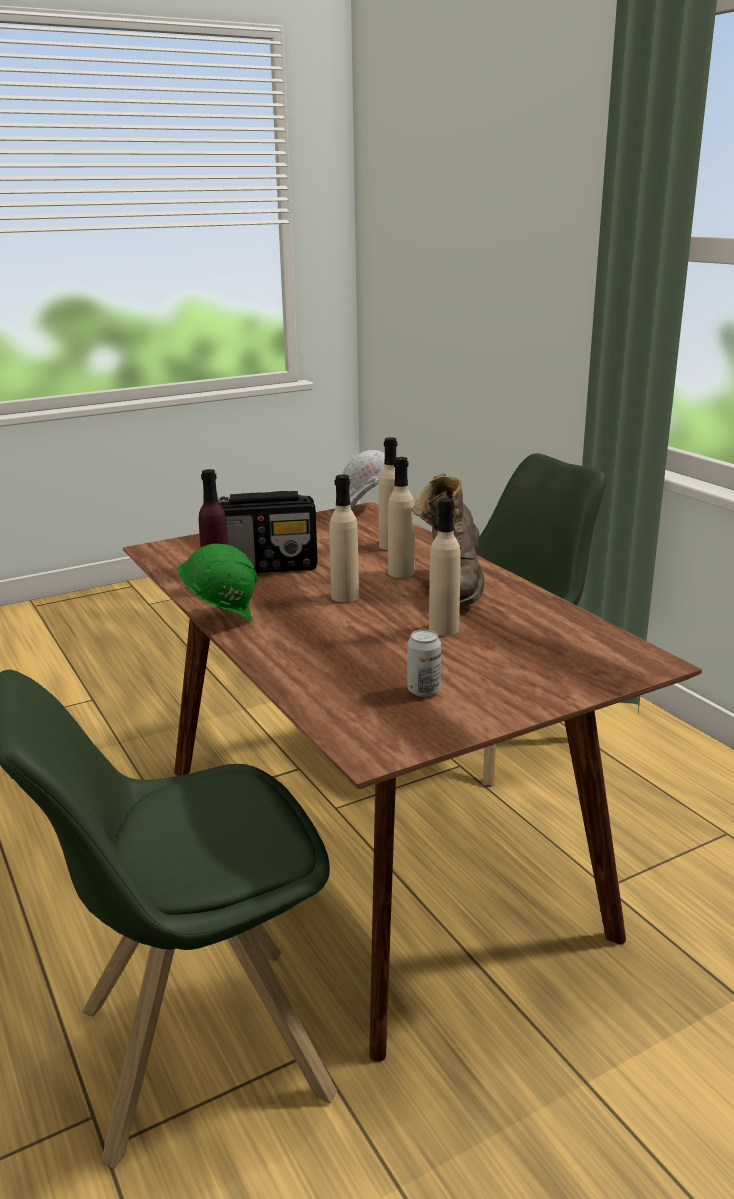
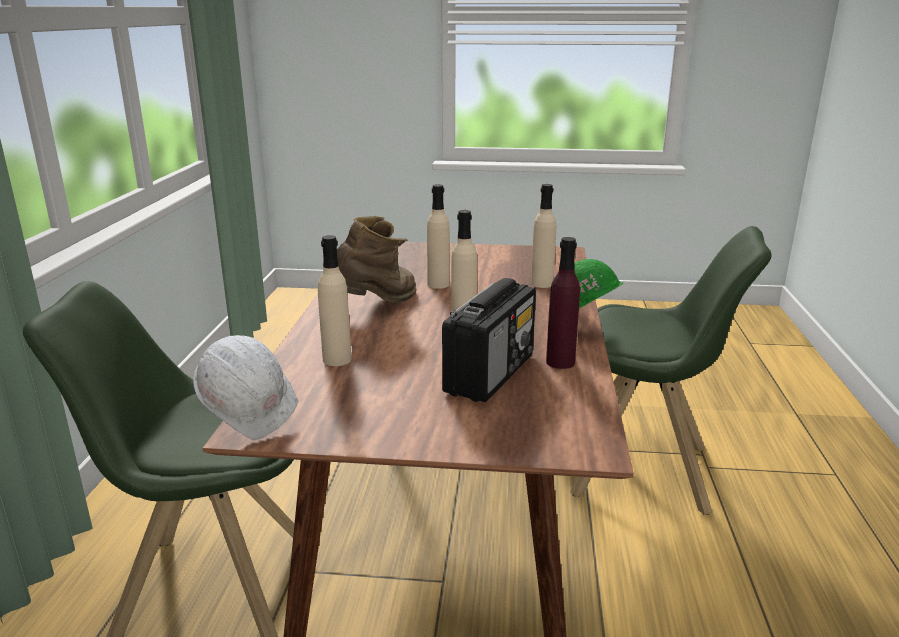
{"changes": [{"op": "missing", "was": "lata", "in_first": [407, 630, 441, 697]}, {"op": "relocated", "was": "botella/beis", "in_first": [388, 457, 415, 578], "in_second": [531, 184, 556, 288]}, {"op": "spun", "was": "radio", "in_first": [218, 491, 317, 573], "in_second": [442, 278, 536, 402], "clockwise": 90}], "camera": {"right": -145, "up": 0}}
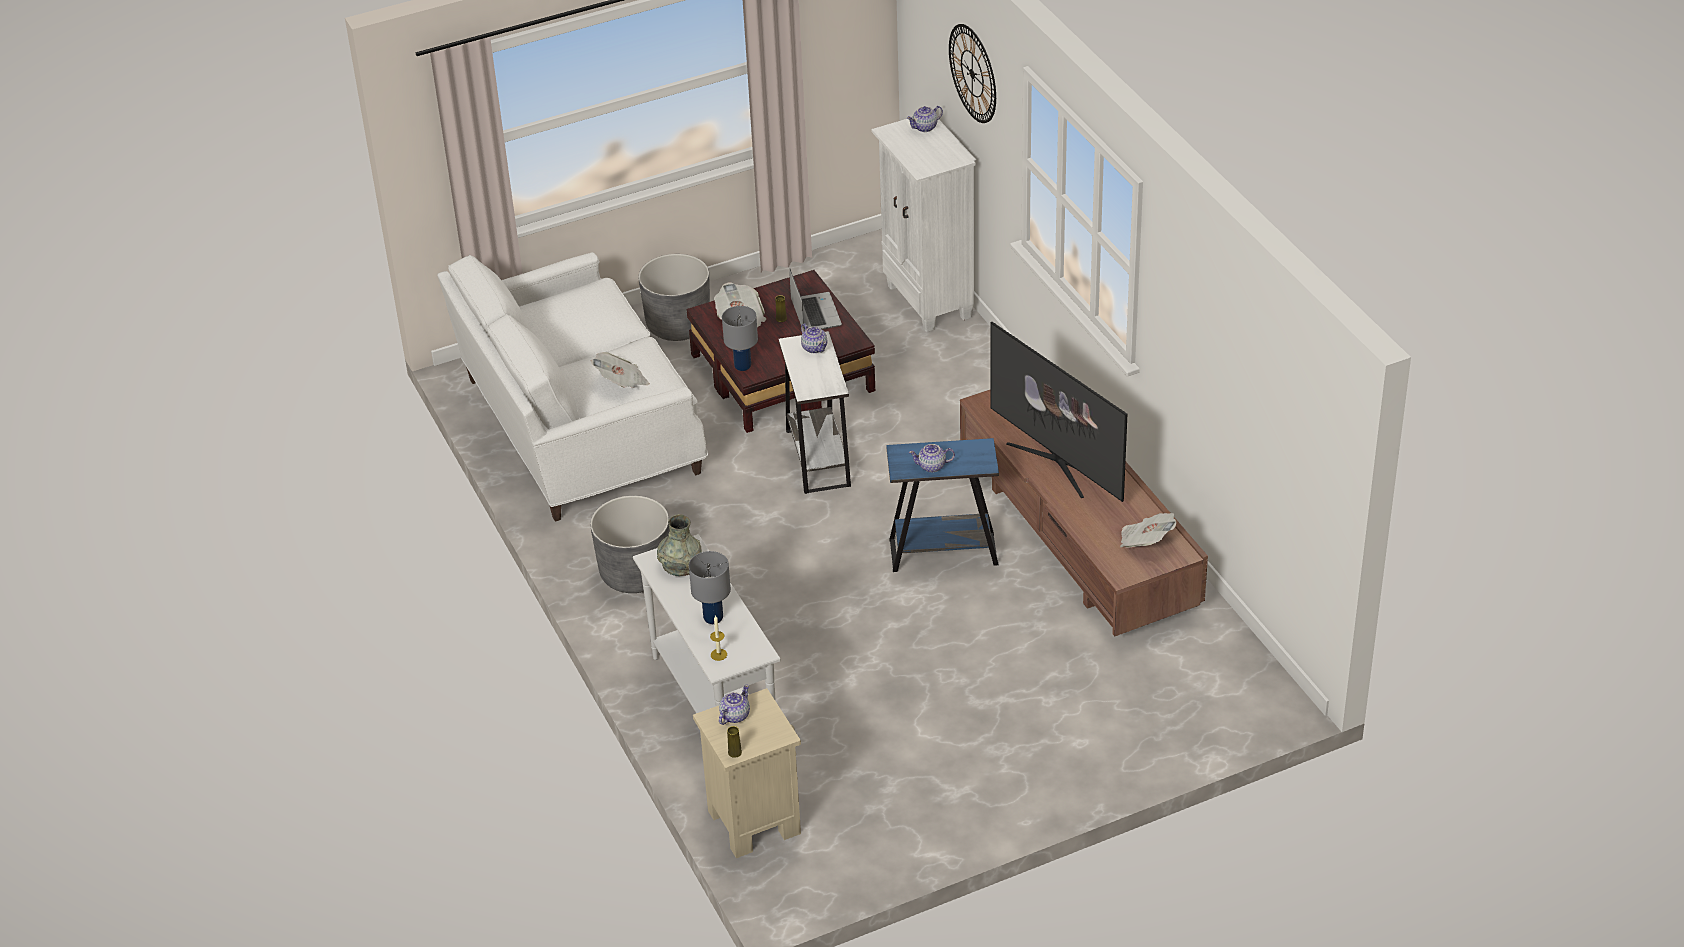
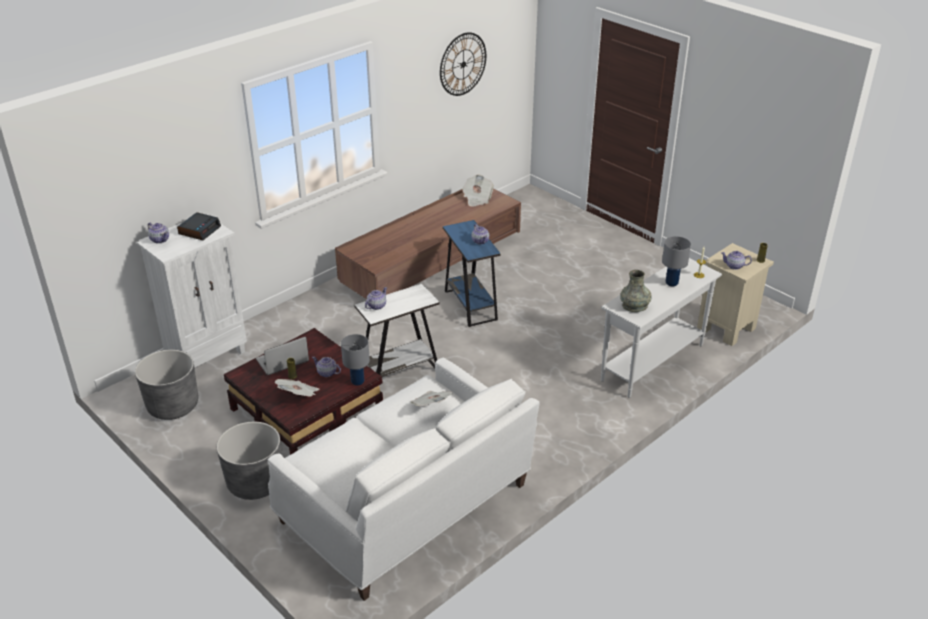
{"changes": [{"op": "missing", "was": "televisor", "in_first": [991, 322, 1127, 502]}, {"op": "appeared", "now": "despertador", "in_second": [177, 212, 221, 240]}, {"op": "appeared", "now": "tetera", "in_second": [312, 356, 341, 377]}, {"op": "relocated", "was": "maceta/gris", "in_first": [590, 496, 670, 593], "in_second": [135, 350, 198, 420]}, {"op": "relocated", "was": "reloj de pared", "in_first": [949, 24, 996, 123], "in_second": [440, 32, 486, 96]}], "camera": {"right": -110, "up": -5}}
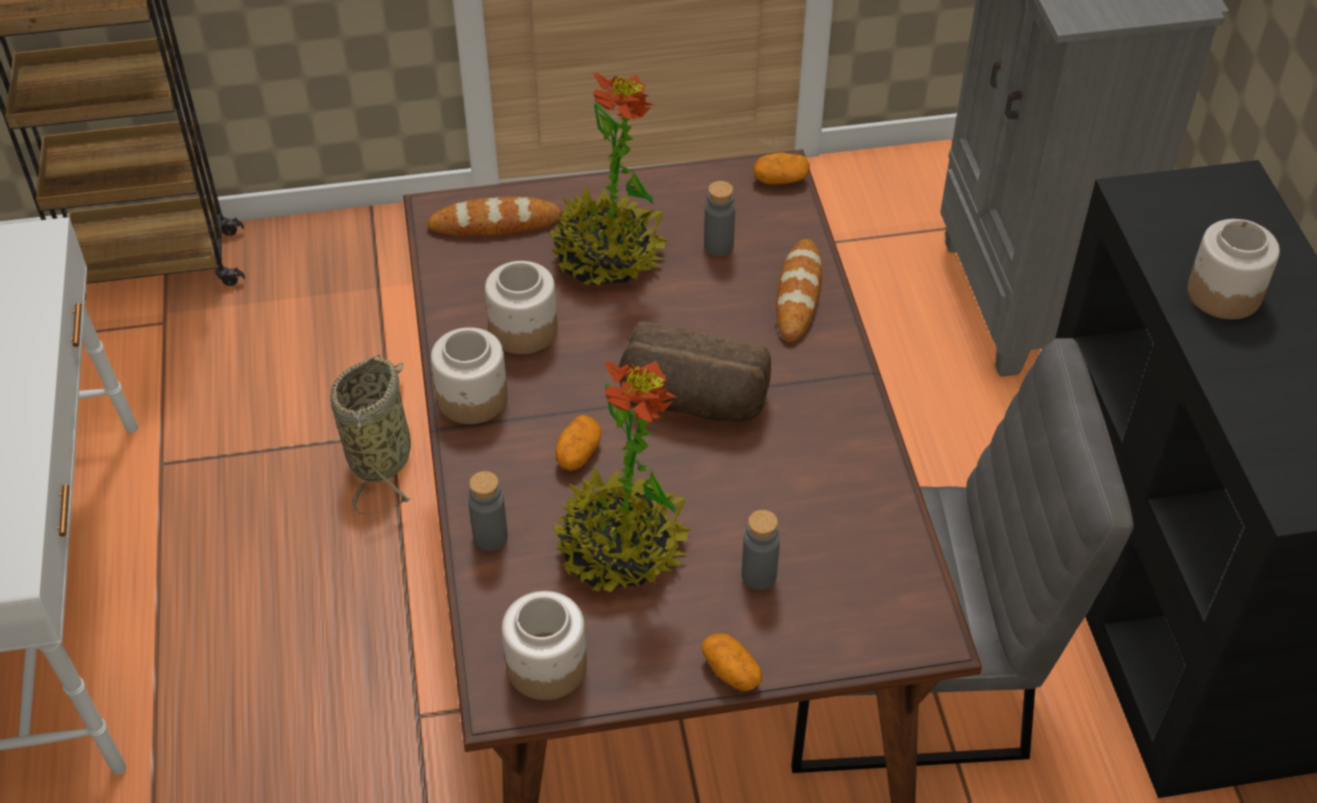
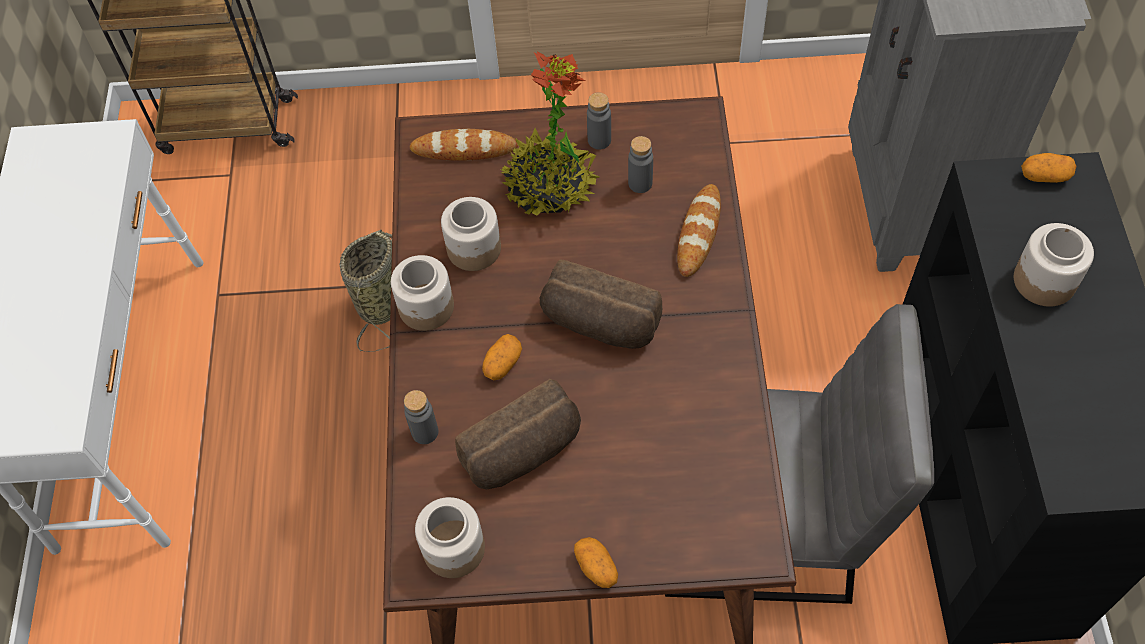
{"changes": [{"op": "relocated", "was": "botella/gris", "in_first": [742, 510, 780, 590], "in_second": [587, 92, 611, 149]}, {"op": "relocated", "was": "patata", "in_first": [753, 152, 810, 185], "in_second": [1021, 153, 1076, 183]}, {"op": "exchanged", "was": "planta en maceta", "now": "pan", "in_first": [552, 361, 692, 592], "in_second": [455, 379, 581, 489]}], "camera": {"right": 10, "up": 10}}
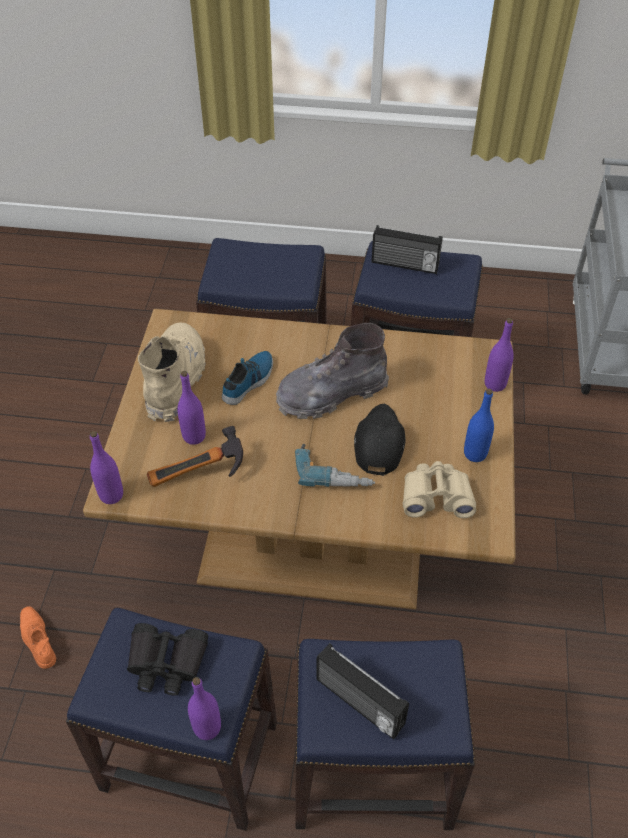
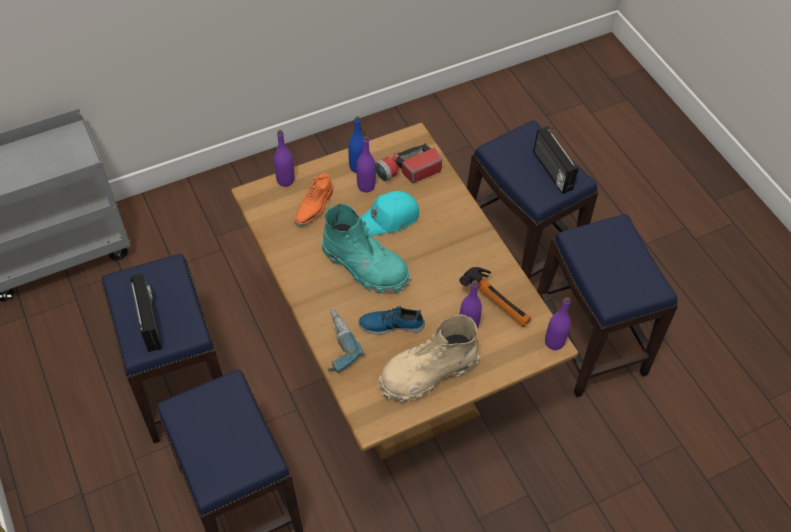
{"changes": [{"op": "missing", "was": "prismáticos/negro", "in_first": [127, 623, 208, 696]}, {"op": "relocated", "was": "zapato/naranja", "in_first": [20, 606, 56, 669], "in_second": [294, 173, 333, 226]}, {"op": "relocated", "was": "botella/morado", "in_first": [188, 677, 221, 740], "in_second": [357, 136, 376, 192]}, {"op": "relocated", "was": "taladro", "in_first": [295, 444, 375, 487], "in_second": [328, 309, 364, 373]}, {"op": "exchanged", "was": "prismáticos/beis", "now": "linterna", "in_first": [403, 461, 476, 518], "in_second": [375, 143, 442, 183]}, {"op": "colour", "was": "bota/gris", "now": "bota/turquesa", "in_first": [276, 323, 389, 419], "in_second": [322, 204, 410, 294]}, {"op": "colour", "was": "gorra/negro", "now": "gorra/turquesa", "in_first": [354, 404, 406, 476], "in_second": [361, 191, 419, 236]}, {"op": "spun", "was": "radio", "in_first": [317, 643, 409, 740], "in_second": [533, 126, 578, 194], "clockwise": 150}], "camera": {"right": -125, "up": 5}}
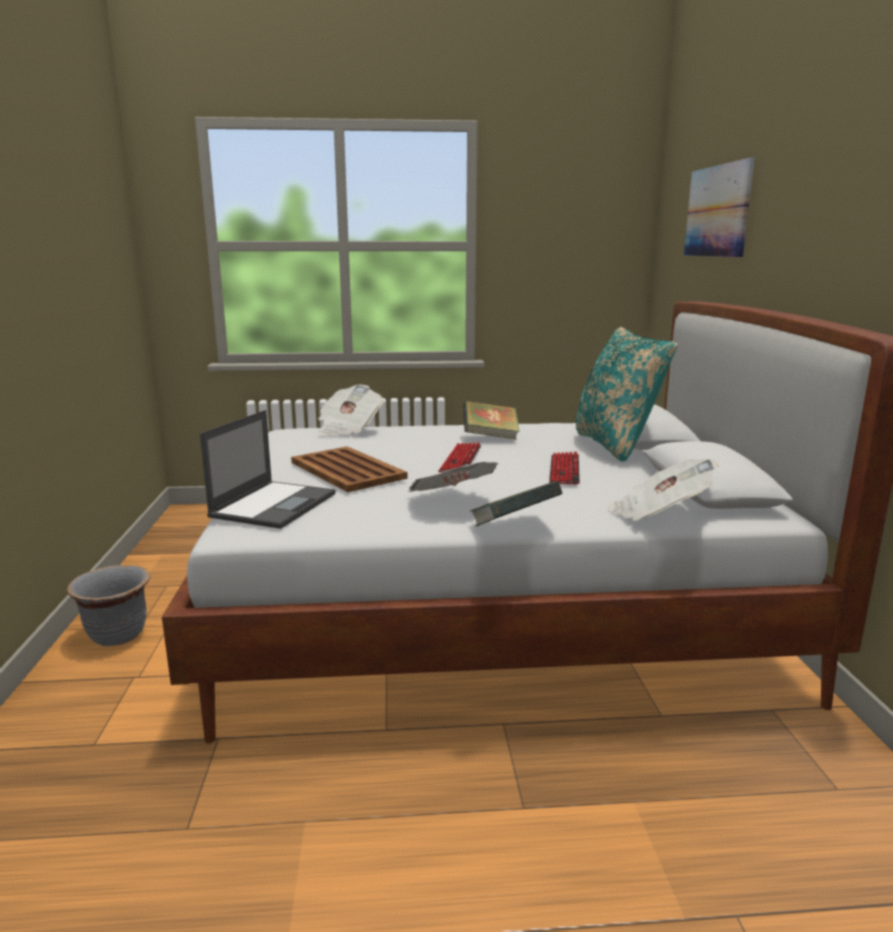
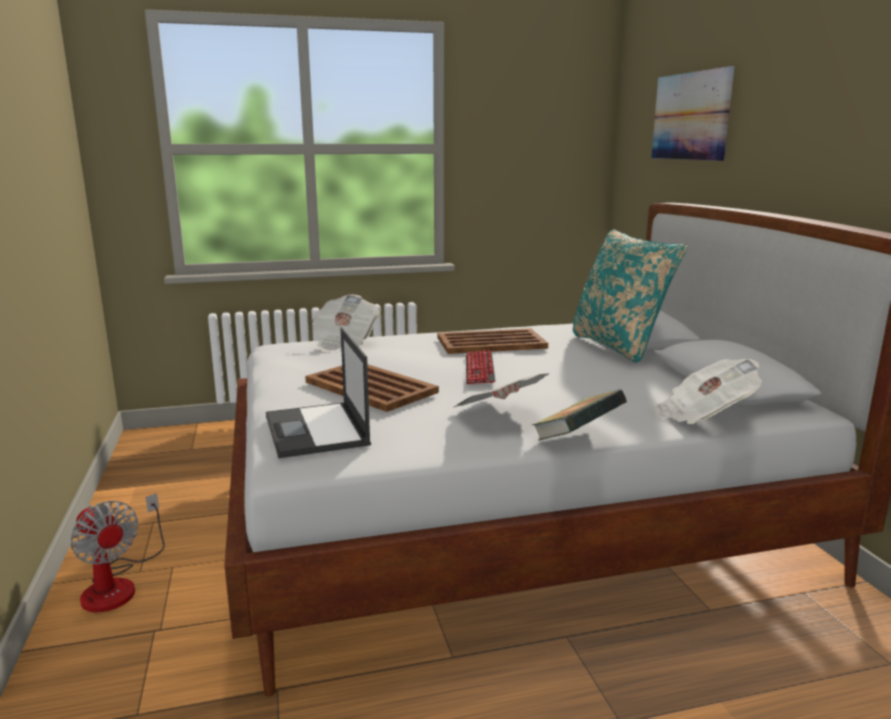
{"changes": [{"op": "missing", "was": "teclado", "in_first": [549, 451, 580, 485]}, {"op": "exchanged", "was": "maceta/gris", "now": "ventilador", "in_first": [67, 565, 150, 646], "in_second": [70, 493, 165, 612]}, {"op": "exchanged", "was": "libro", "now": "bandeja/marrón", "in_first": [463, 400, 520, 440], "in_second": [438, 328, 548, 354]}, {"op": "spun", "was": "portátil", "in_first": [200, 410, 336, 529], "in_second": [266, 328, 371, 458], "clockwise": 150}], "camera": {"right": -10, "up": 0}}
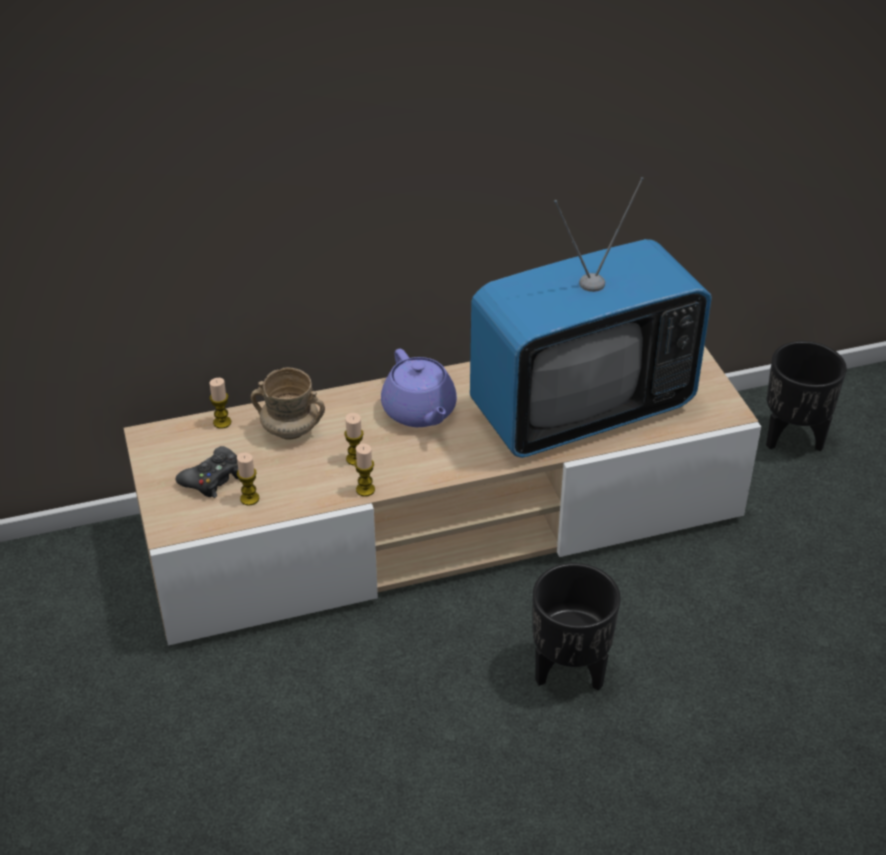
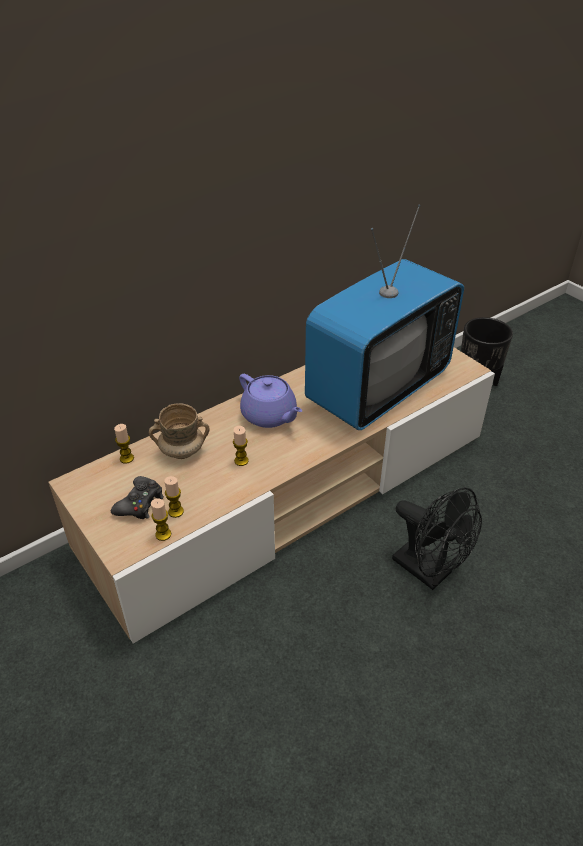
{"changes": [{"op": "relocated", "was": "vela", "in_first": [355, 443, 375, 497], "in_second": [151, 499, 171, 541]}, {"op": "exchanged", "was": "maceta/negro", "now": "ventilador/negro", "in_first": [533, 563, 621, 691], "in_second": [392, 487, 482, 590]}], "camera": {"right": -20, "up": 0}}
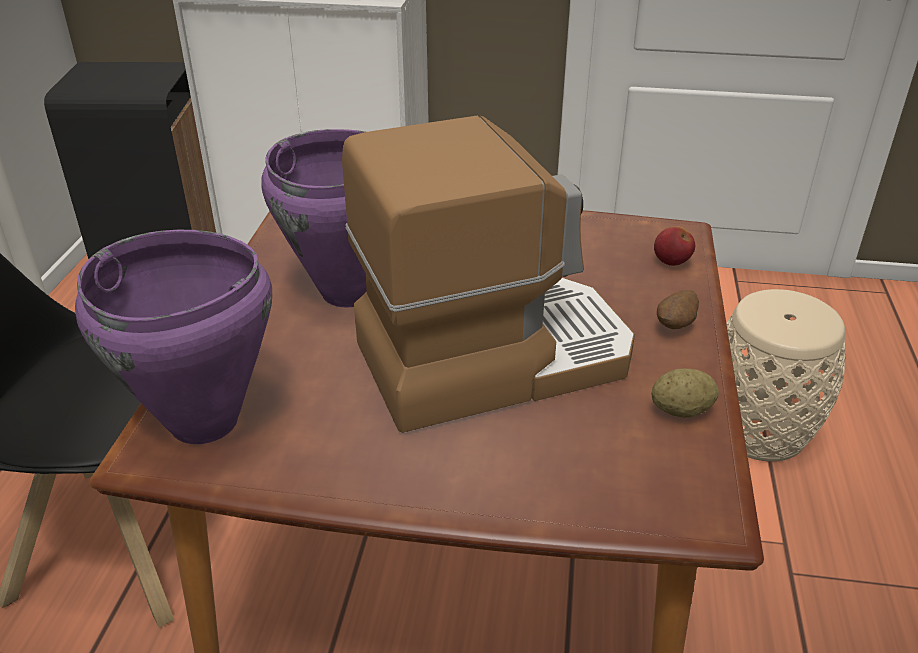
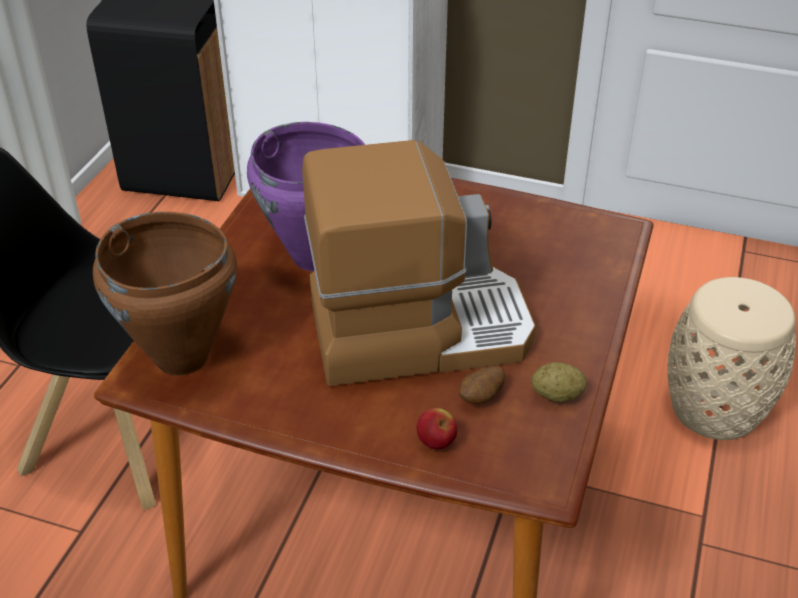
{"changes": [{"op": "relocated", "was": "manzana", "in_first": [654, 226, 695, 266], "in_second": [416, 408, 457, 449]}, {"op": "relocated", "was": "patata", "in_first": [657, 290, 699, 329], "in_second": [459, 366, 505, 404]}, {"op": "colour", "was": "olla/morado", "now": "olla/marrón", "in_first": [75, 230, 272, 444], "in_second": [93, 212, 237, 376]}], "camera": {"right": 10, "up": 5}}
